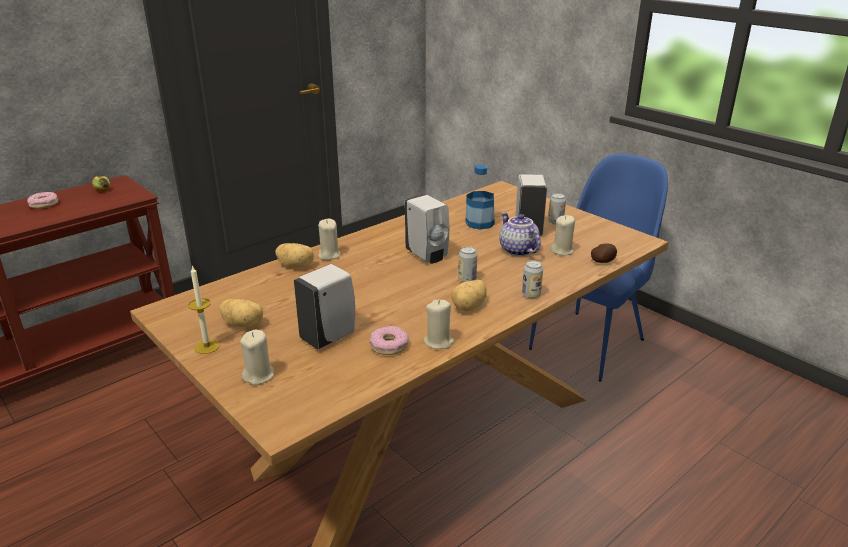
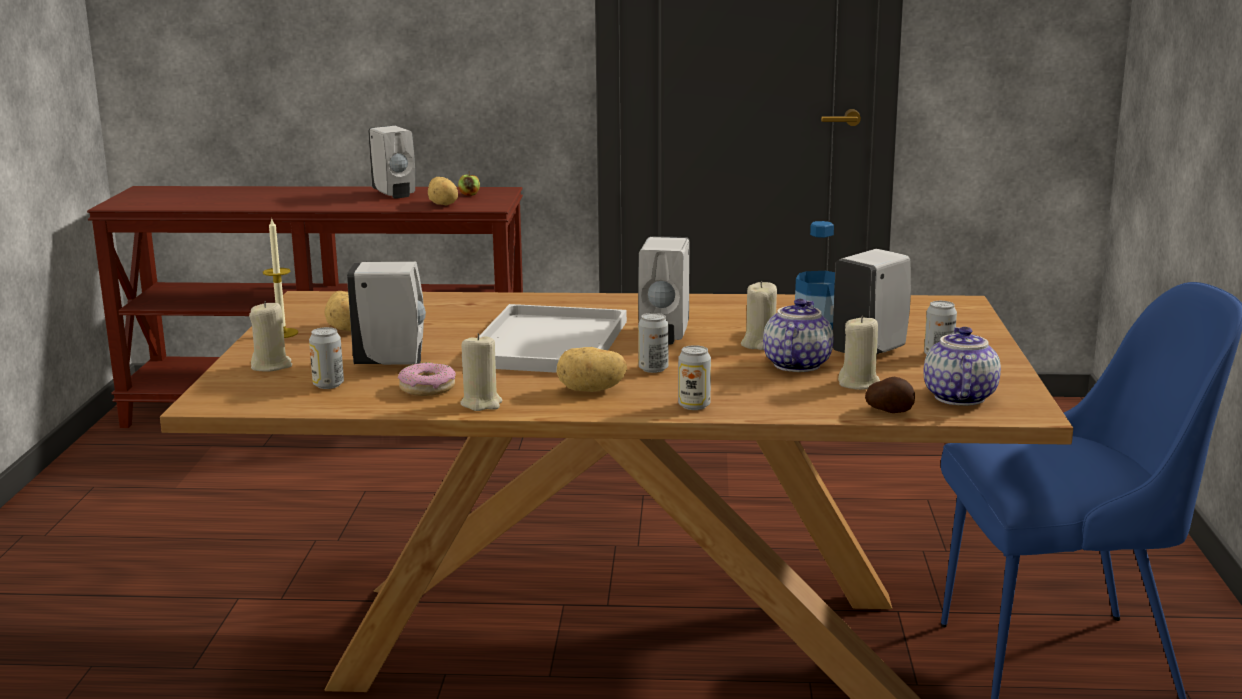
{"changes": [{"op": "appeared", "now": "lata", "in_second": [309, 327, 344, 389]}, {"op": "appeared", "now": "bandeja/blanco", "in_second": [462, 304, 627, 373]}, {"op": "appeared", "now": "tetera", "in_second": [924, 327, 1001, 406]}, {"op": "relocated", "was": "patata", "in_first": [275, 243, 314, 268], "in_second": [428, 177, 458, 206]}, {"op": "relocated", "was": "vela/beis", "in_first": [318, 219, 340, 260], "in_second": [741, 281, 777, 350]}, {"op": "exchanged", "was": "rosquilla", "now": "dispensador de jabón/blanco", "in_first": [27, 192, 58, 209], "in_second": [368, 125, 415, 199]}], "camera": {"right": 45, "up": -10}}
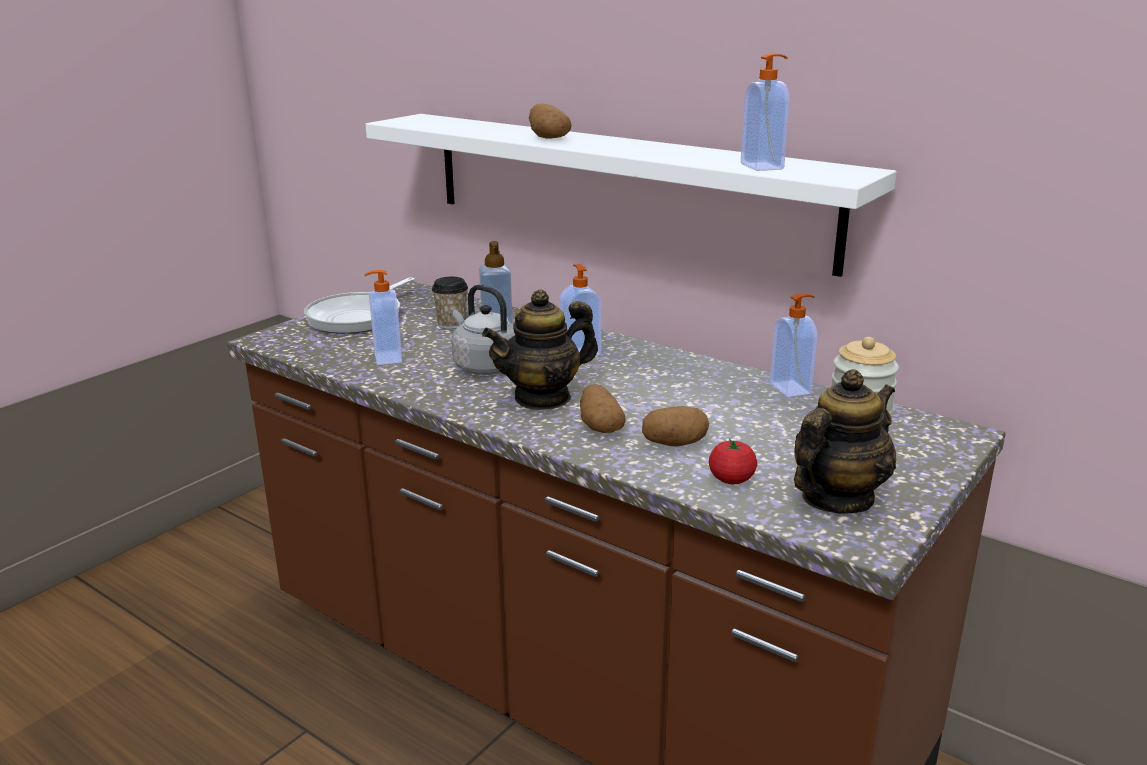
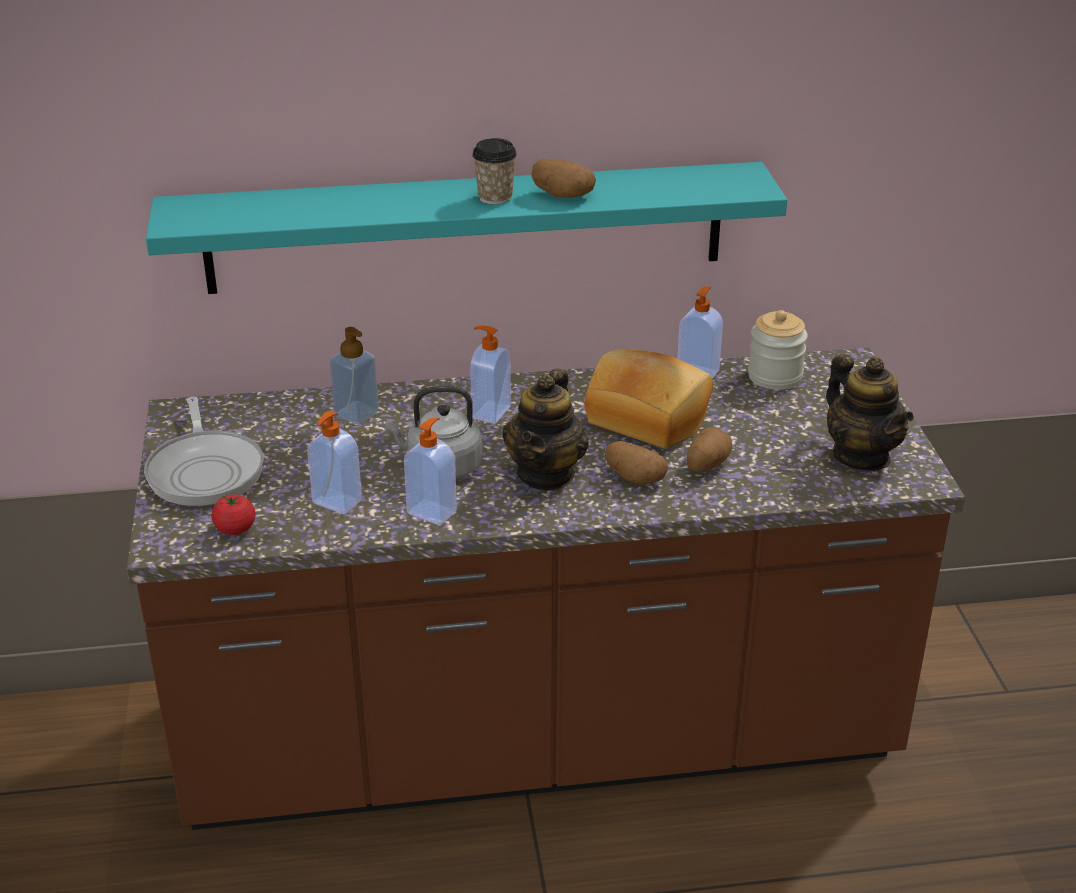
{"changes": [{"op": "appeared", "now": "pan", "in_second": [584, 349, 713, 448]}, {"op": "relocated", "was": "taza", "in_first": [432, 277, 468, 329], "in_second": [472, 138, 517, 205]}, {"op": "relocated", "was": "patata", "in_first": [529, 103, 572, 139], "in_second": [532, 159, 596, 198]}, {"op": "relocated", "was": "tomate", "in_first": [709, 438, 757, 484], "in_second": [211, 495, 256, 535]}, {"op": "relocated", "was": "dispensador de jabón", "in_first": [741, 54, 790, 171], "in_second": [404, 417, 457, 525]}, {"op": "colour", "was": "estante/blanco", "now": "estante/turquesa", "in_first": [365, 114, 897, 277], "in_second": [146, 162, 787, 294]}, {"op": "spun", "was": "tetera", "in_first": [794, 369, 896, 514], "in_second": [826, 354, 914, 471], "clockwise": 150}], "camera": {"right": -45, "up": 10}}
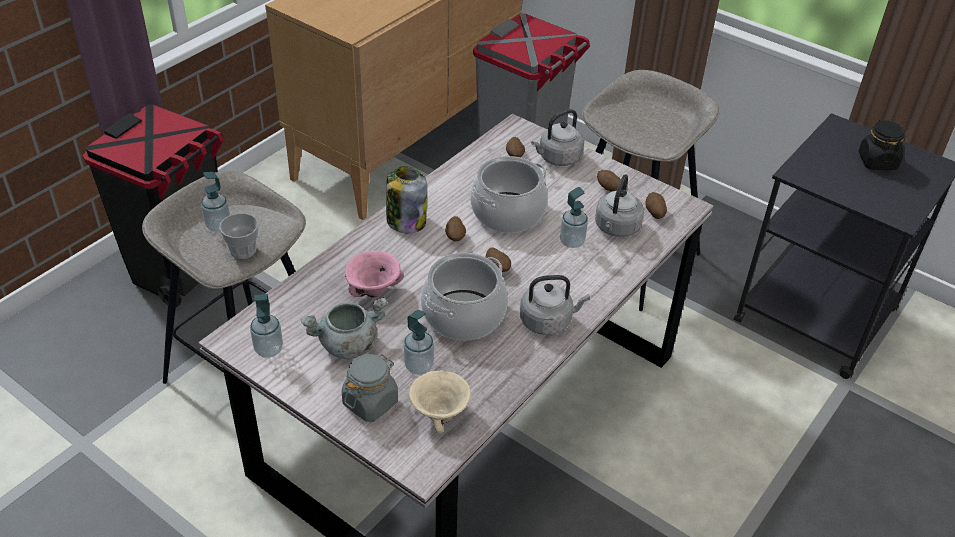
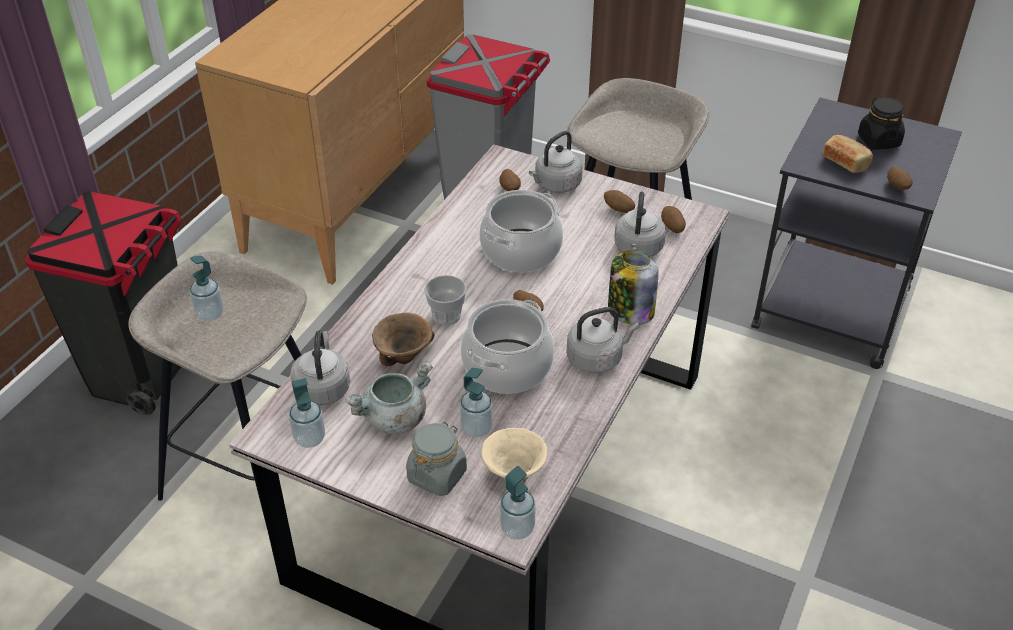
{"changes": [{"op": "appeared", "now": "hervidor/gris", "in_second": [290, 330, 350, 406]}, {"op": "appeared", "now": "pan", "in_second": [823, 135, 873, 173]}, {"op": "relocated", "was": "taza", "in_first": [219, 213, 259, 259], "in_second": [424, 275, 467, 326]}, {"op": "relocated", "was": "tarro", "in_first": [386, 166, 427, 233], "in_second": [608, 250, 659, 325]}, {"op": "relocated", "was": "patata", "in_first": [445, 216, 466, 241], "in_second": [887, 166, 913, 190]}, {"op": "relocated", "was": "dispensador de jabón", "in_first": [560, 187, 588, 248], "in_second": [500, 466, 536, 540]}, {"op": "colour", "was": "cuenco/rosa", "now": "cuenco/marrón", "in_first": [345, 251, 404, 297], "in_second": [372, 312, 435, 366]}], "camera": {"right": -10, "up": 0}}
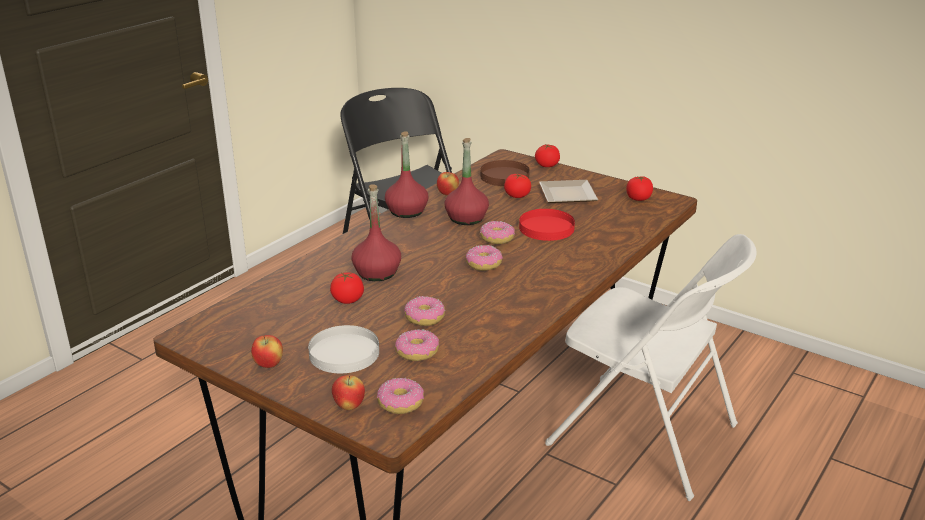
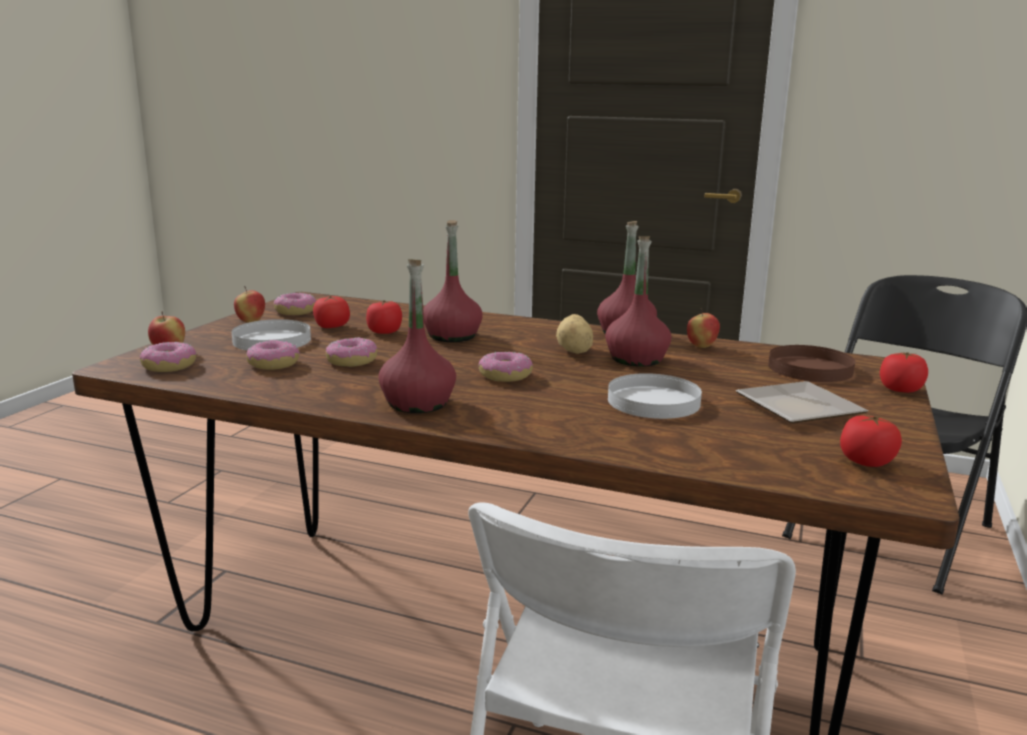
{"changes": [{"op": "appeared", "now": "botella/rojo", "in_second": [378, 259, 456, 413]}, {"op": "appeared", "now": "patata", "in_second": [556, 314, 593, 354]}, {"op": "relocated", "was": "rosquilla", "in_first": [480, 221, 515, 244], "in_second": [274, 293, 316, 315]}, {"op": "relocated", "was": "tomate", "in_first": [504, 174, 531, 198], "in_second": [313, 296, 350, 328]}, {"op": "colour", "was": "plato/rojo", "now": "plato/blanco", "in_first": [519, 209, 575, 241], "in_second": [608, 373, 702, 419]}], "camera": {"right": 75, "up": -10}}
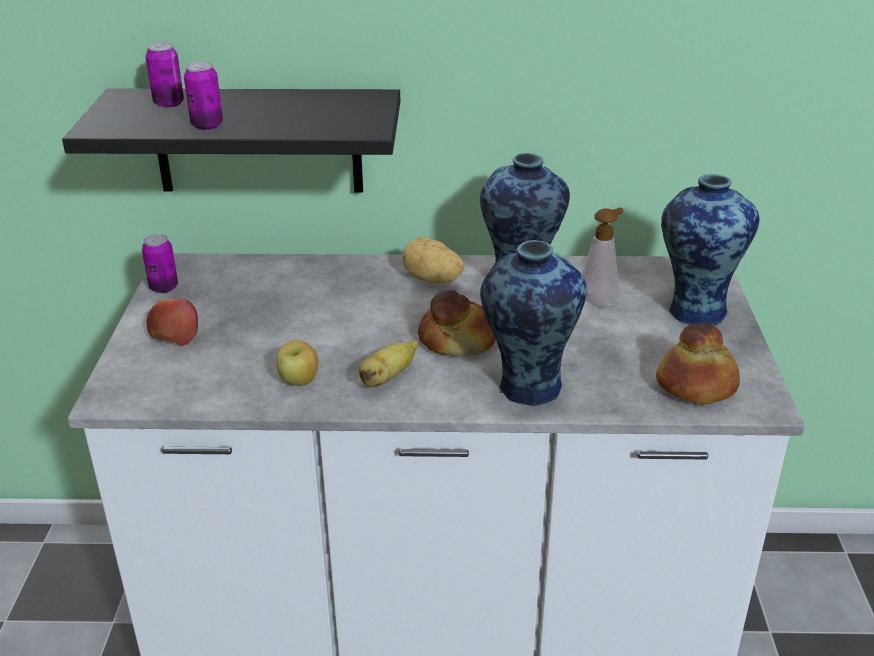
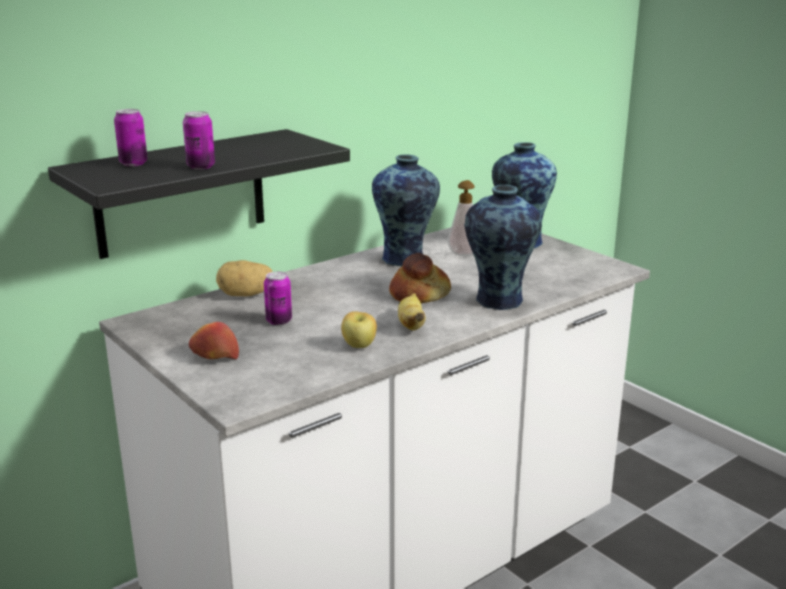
{"changes": [{"op": "missing", "was": "pan", "in_first": [656, 323, 740, 404]}, {"op": "relocated", "was": "lata", "in_first": [142, 234, 178, 293], "in_second": [264, 271, 292, 325]}, {"op": "relocated", "was": "patata", "in_first": [403, 237, 464, 283], "in_second": [216, 260, 273, 296]}], "camera": {"right": -40, "up": -10}}
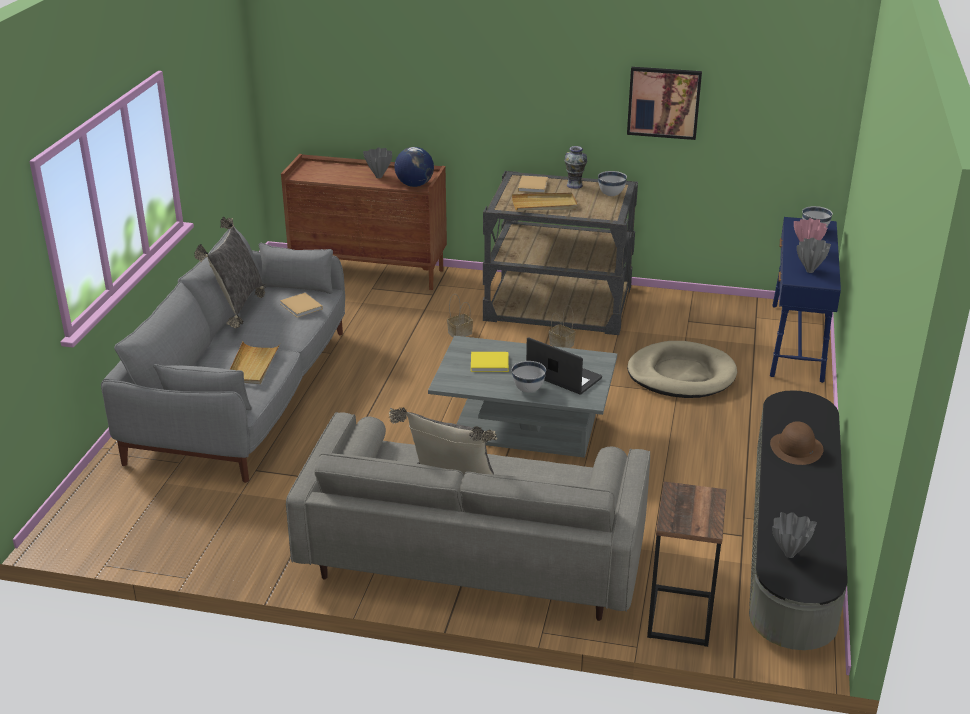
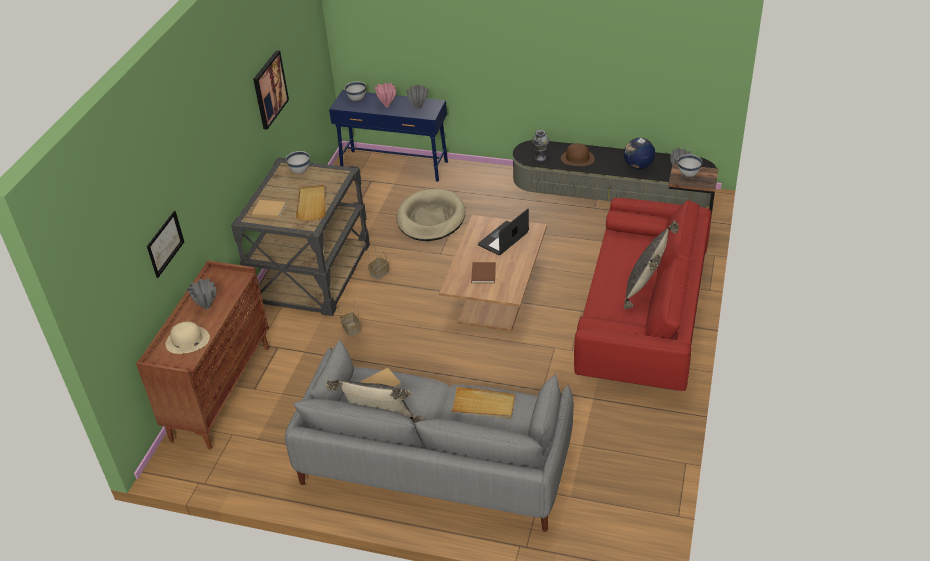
{"changes": [{"op": "appeared", "now": "cuadro", "in_second": [147, 211, 184, 278]}, {"op": "appeared", "now": "sombrero/beis", "in_second": [165, 322, 210, 354]}, {"op": "relocated", "was": "globo terráqueo", "in_first": [394, 147, 434, 187], "in_second": [624, 138, 655, 169]}, {"op": "relocated", "was": "cuenco/blanco", "in_first": [512, 361, 546, 393], "in_second": [678, 154, 702, 177]}, {"op": "relocated", "was": "florero", "in_first": [564, 146, 587, 189], "in_second": [532, 130, 549, 162]}, {"op": "colour", "was": "sofá/gris", "now": "sofá/rojo", "in_first": [286, 412, 650, 621], "in_second": [574, 198, 711, 391]}, {"op": "colour", "was": "mesa de centro/gris", "now": "mesa de centro/marrón", "in_first": [428, 336, 617, 458], "in_second": [439, 215, 547, 332]}, {"op": "colour", "was": "libro/amarillo", "now": "libro/marrón", "in_first": [471, 352, 509, 372], "in_second": [471, 262, 496, 283]}], "camera": {"right": -85, "up": 10}}
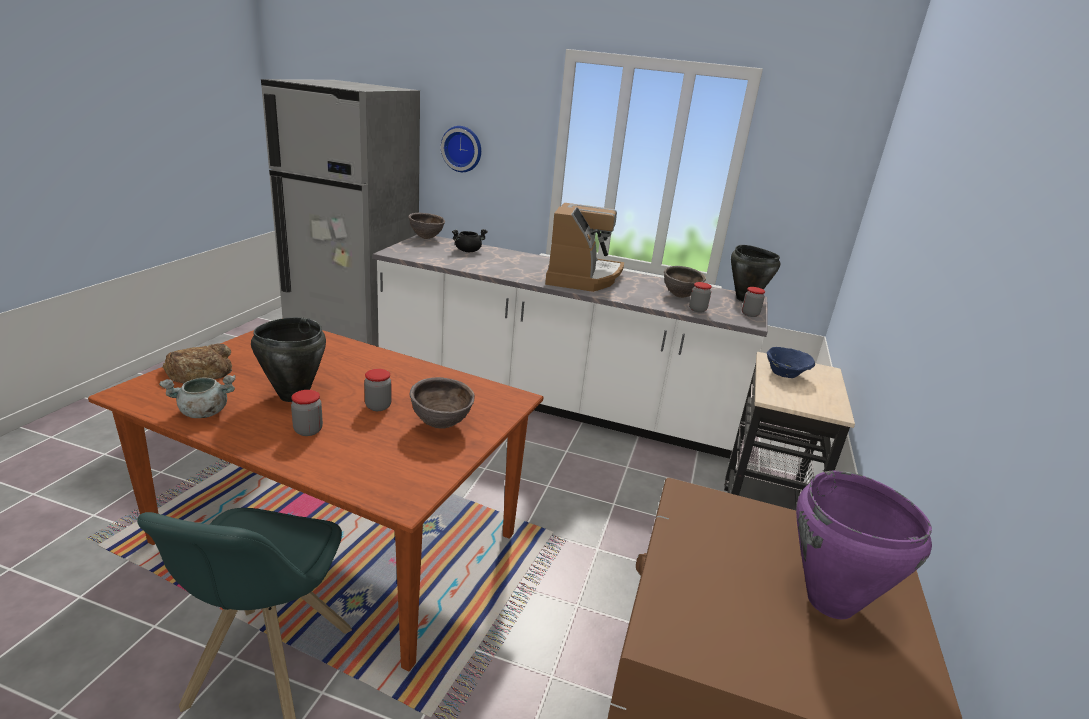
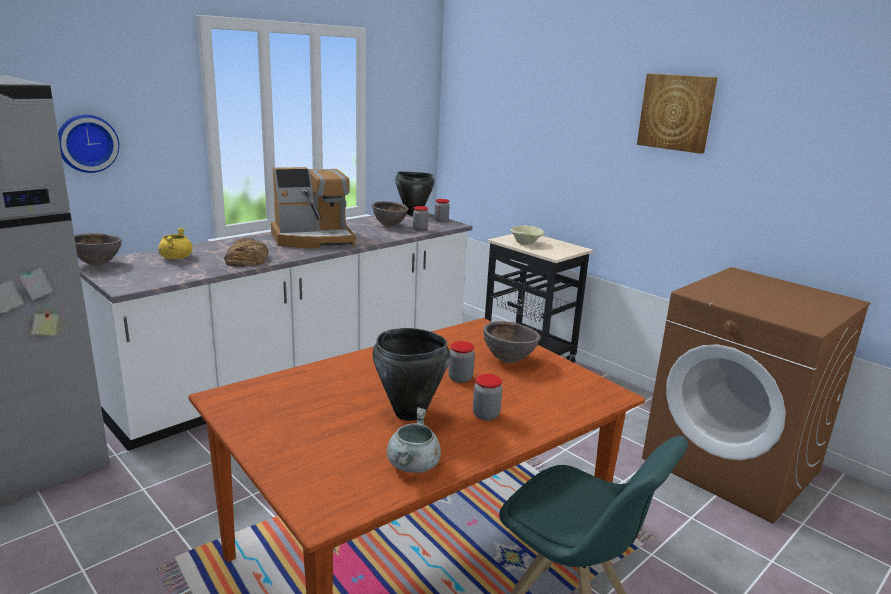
{"changes": [{"op": "missing", "was": "olla/morado", "in_first": [796, 470, 932, 619]}, {"op": "appeared", "now": "cuadro", "in_second": [637, 74, 718, 154]}, {"op": "relocated", "was": "pan", "in_first": [162, 344, 232, 383], "in_second": [224, 238, 269, 266]}, {"op": "colour", "was": "olla/negro", "now": "olla/amarillo", "in_first": [452, 229, 488, 252], "in_second": [158, 228, 193, 259]}, {"op": "colour", "was": "cuenco/azul", "now": "cuenco/beis", "in_first": [767, 347, 815, 378], "in_second": [511, 225, 544, 245]}, {"op": "spun", "was": "cafetera", "in_first": [545, 203, 624, 292], "in_second": [271, 167, 356, 248], "clockwise": 120}], "camera": {"right": -60, "up": -5}}
